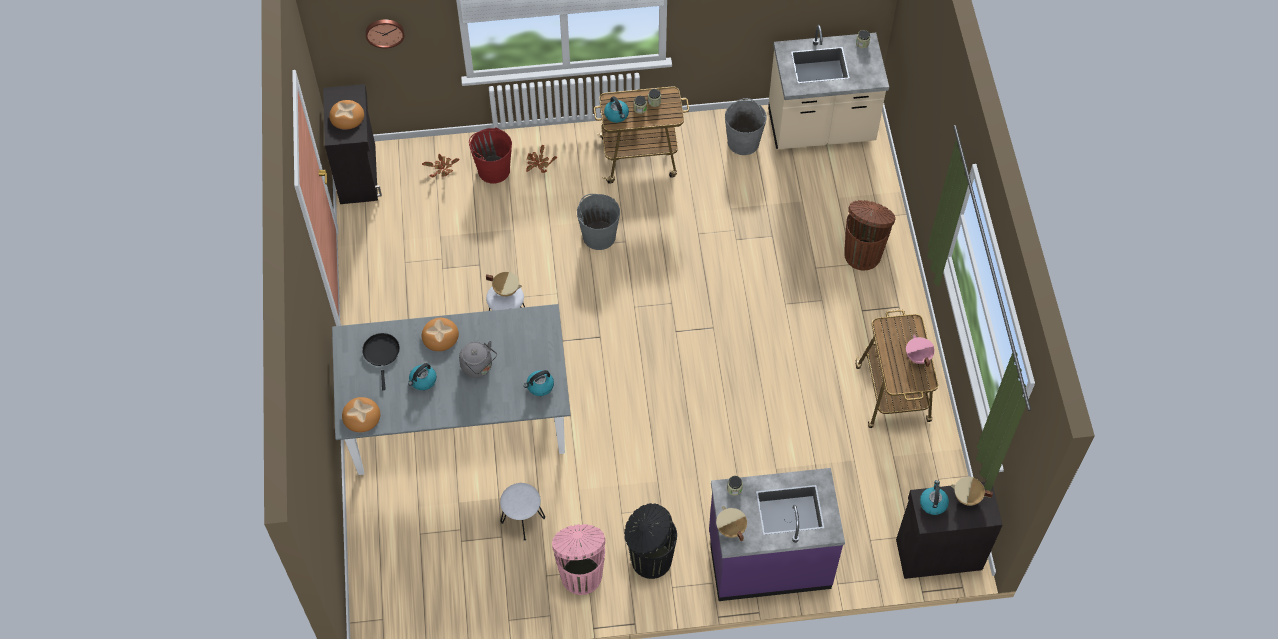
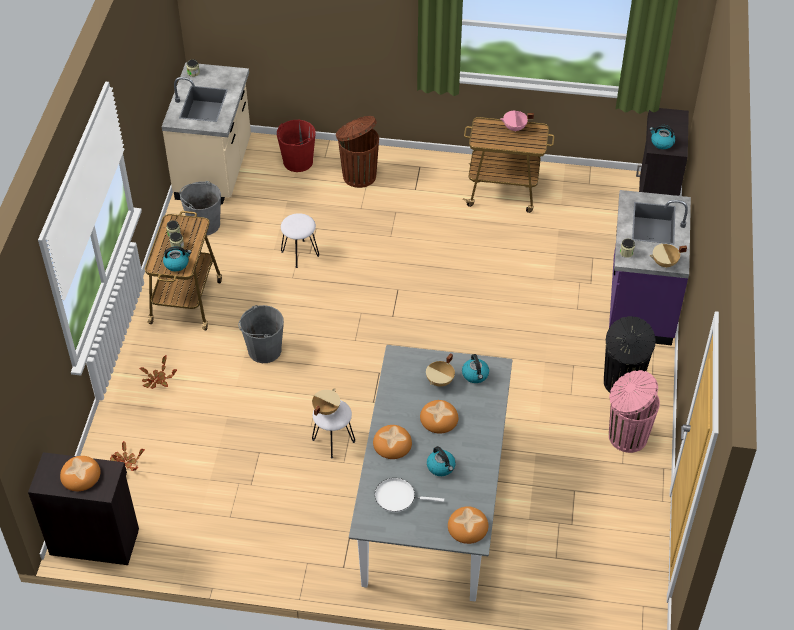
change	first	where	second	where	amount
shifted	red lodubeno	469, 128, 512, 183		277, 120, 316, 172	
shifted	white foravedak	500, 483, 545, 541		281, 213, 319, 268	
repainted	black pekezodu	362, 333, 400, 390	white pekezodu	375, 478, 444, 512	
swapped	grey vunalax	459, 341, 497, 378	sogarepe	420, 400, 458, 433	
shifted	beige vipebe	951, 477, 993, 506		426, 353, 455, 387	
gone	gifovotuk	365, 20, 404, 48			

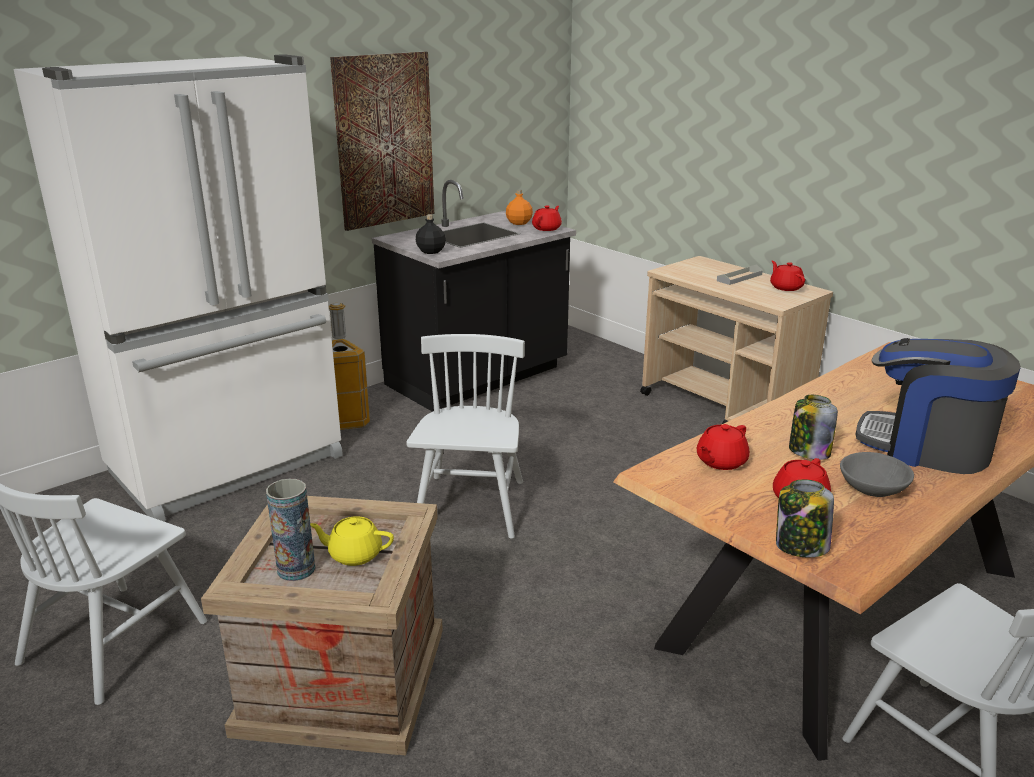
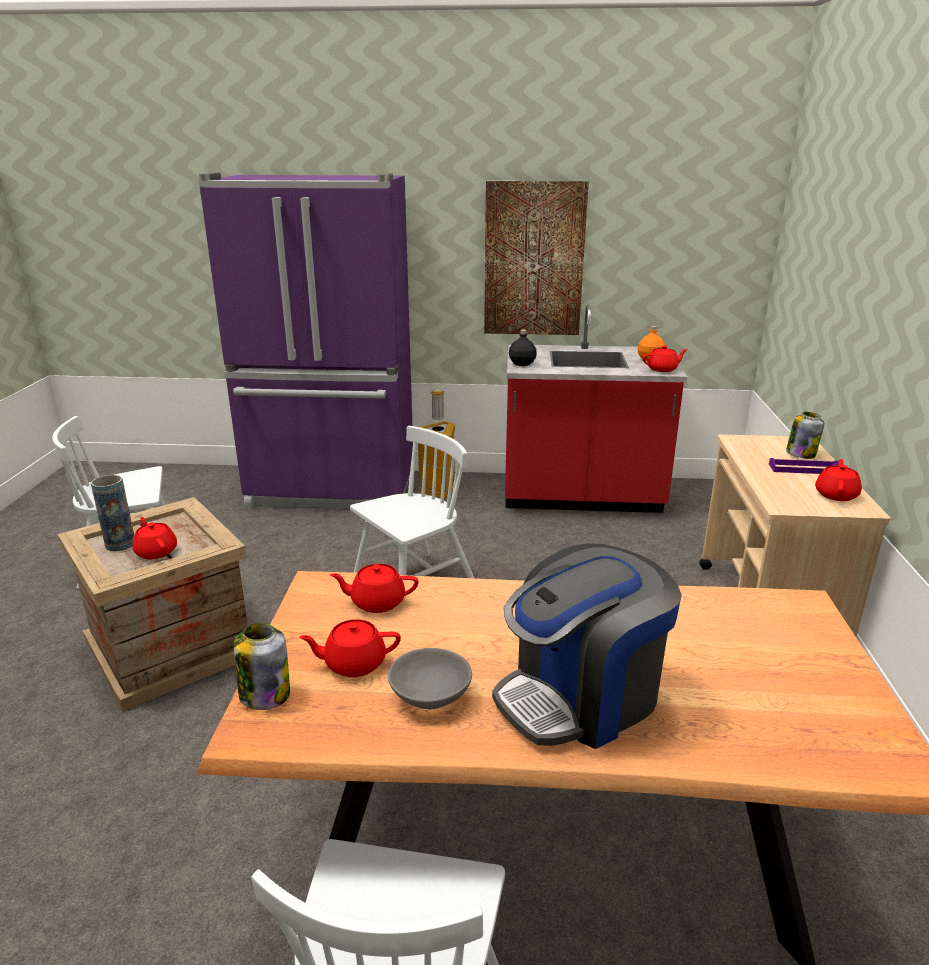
change	first	where	second	where	amount
repainted	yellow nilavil	310, 516, 394, 566	red nilavil	132, 517, 177, 559	
repainted	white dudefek	14, 55, 343, 522	purple dudefek	198, 172, 413, 508	
rotated	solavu	855, 338, 1021, 474		492, 543, 682, 749	105 degrees counterclockwise
repainted	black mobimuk	372, 180, 576, 412	red mobimuk	505, 305, 687, 513	
repainted	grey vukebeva	717, 264, 763, 285	purple vukebeva	769, 458, 839, 474	
shifted	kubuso	789, 395, 838, 460		786, 412, 824, 459	

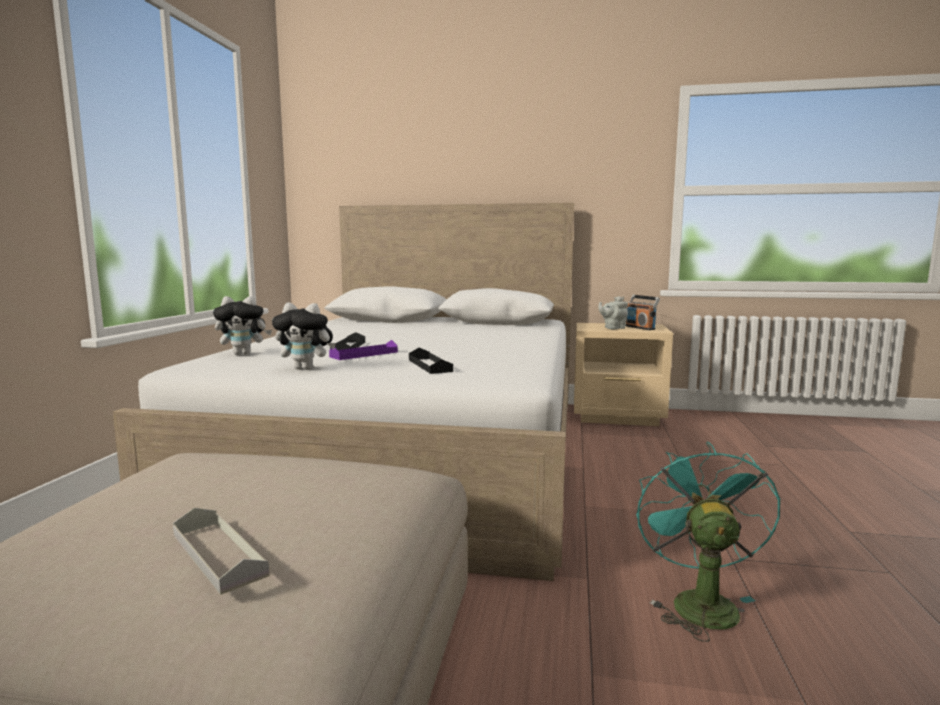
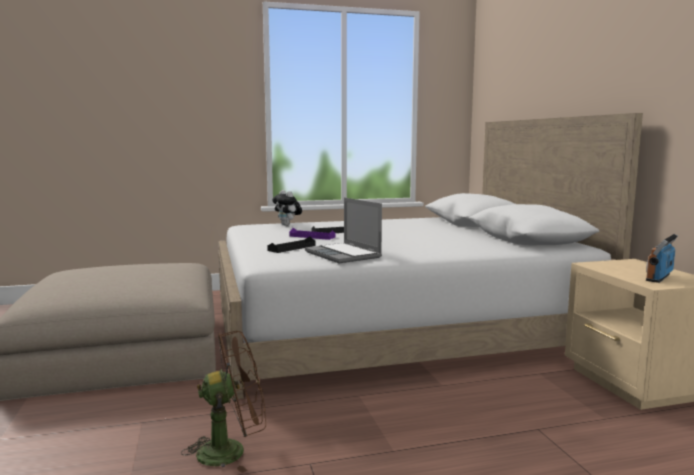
change	first	where	second	where	amount
repainted	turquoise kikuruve	636, 442, 780, 642	brown kikuruve	181, 331, 266, 473	
new			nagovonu	305, 198, 382, 263	
gone	grey vukebeva	173, 508, 270, 595			
gone	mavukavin	272, 303, 336, 370			
gone	grey nilavil	598, 296, 628, 329			

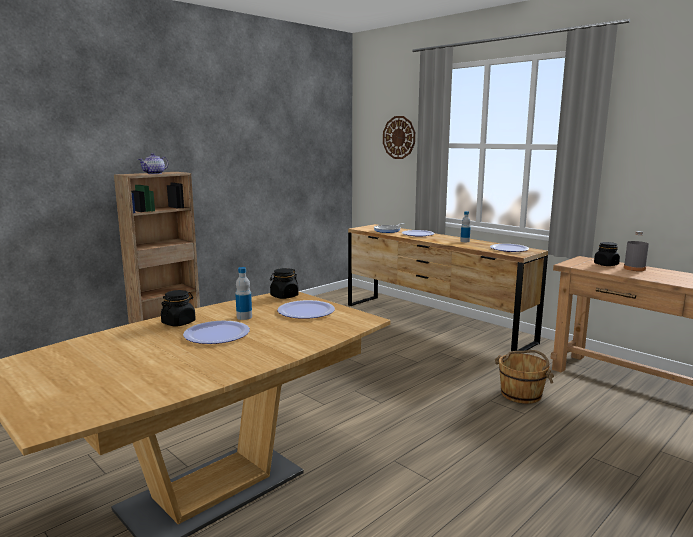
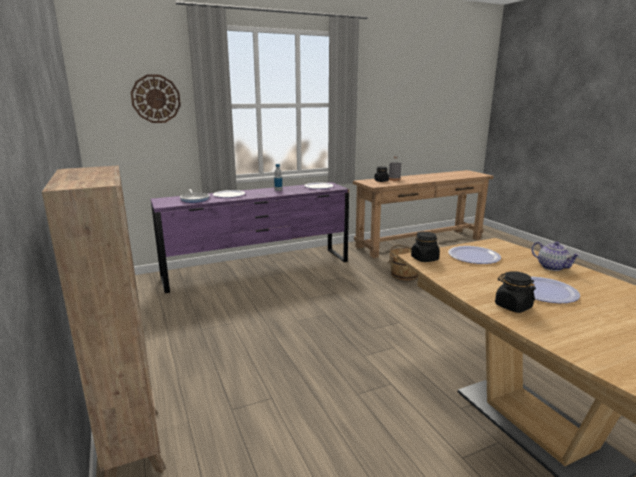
change	first	where	second	where	amount
repainted	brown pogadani	348, 224, 548, 354	purple pogadani	151, 182, 349, 293	
shifted	nilavil	138, 153, 168, 174		531, 241, 581, 271	
gone	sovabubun	235, 267, 252, 320			

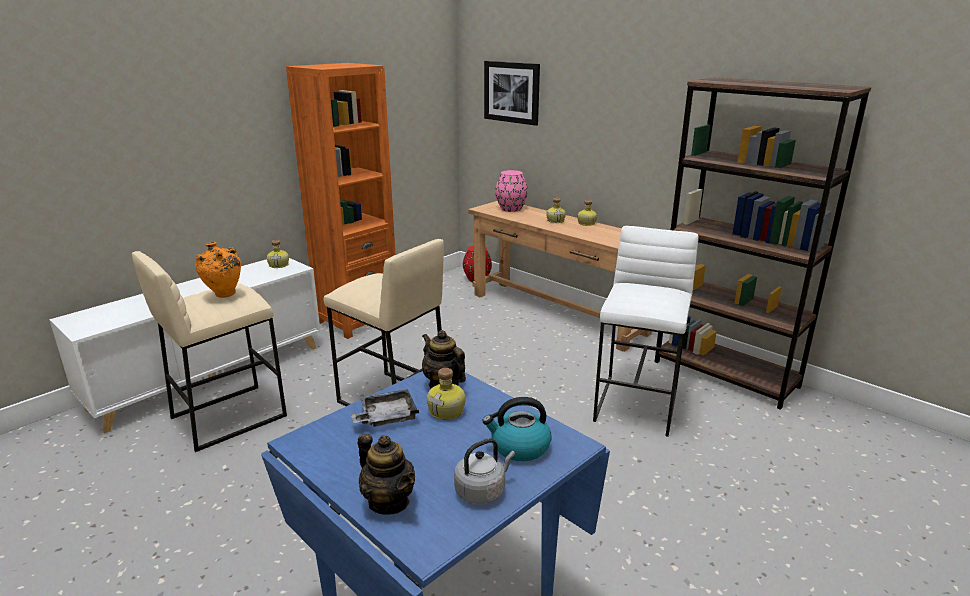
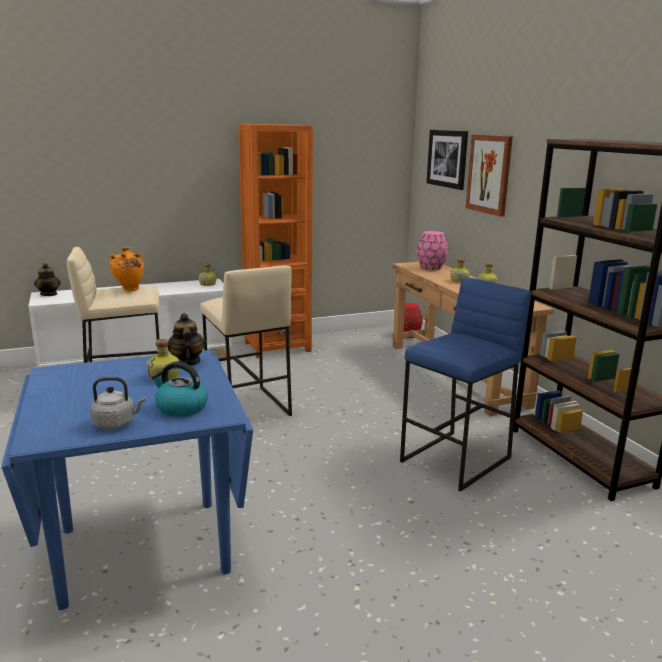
change	first	where	second	where	amount
shifted	nilavil	358, 433, 415, 515		34, 263, 61, 296	
repainted	white foravedak	593, 226, 699, 437	blue foravedak	400, 277, 531, 491	
new			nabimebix	466, 135, 513, 217	
gone	grey vukebeva	351, 389, 419, 427			

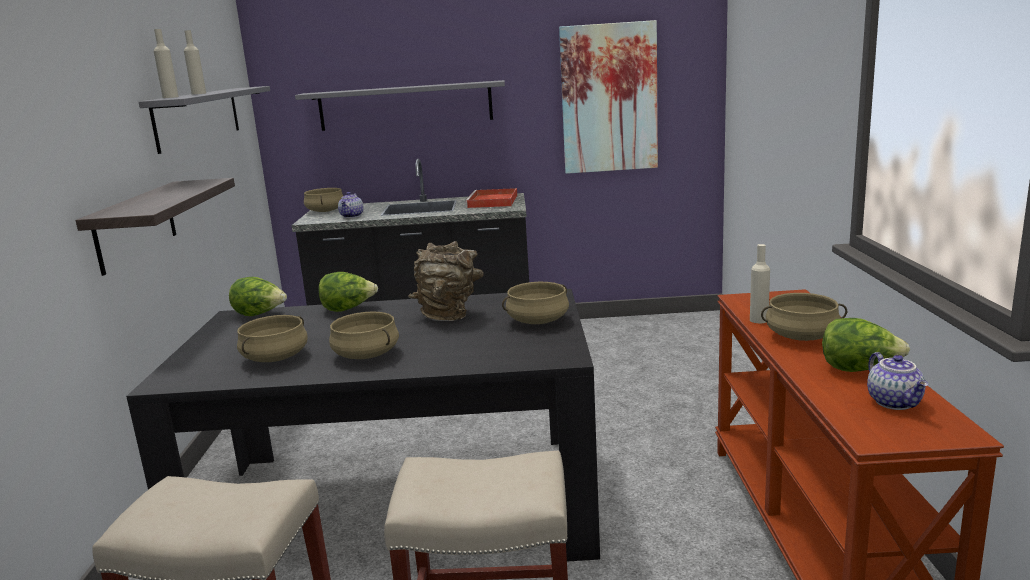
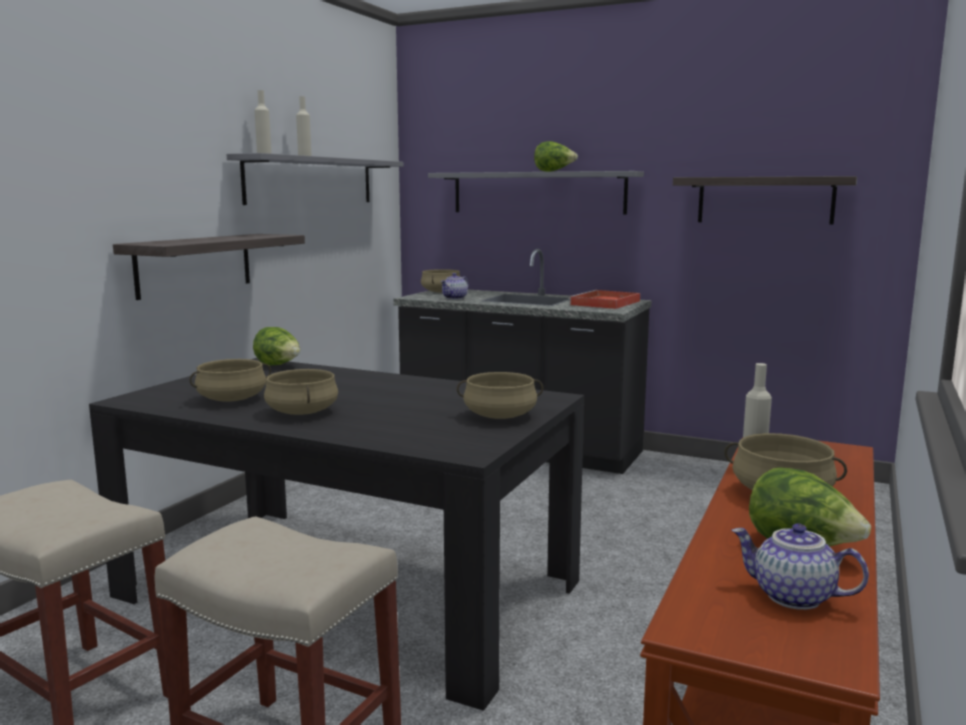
change	first	where	second	where	amount
shifted	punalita	319, 272, 378, 312		534, 141, 578, 172	
swapped	nabimebix	559, 20, 658, 174	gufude	673, 176, 857, 225	
rotated	nilavil	867, 352, 928, 410		731, 523, 869, 610	105 degrees clockwise
gone	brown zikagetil	409, 241, 484, 321			

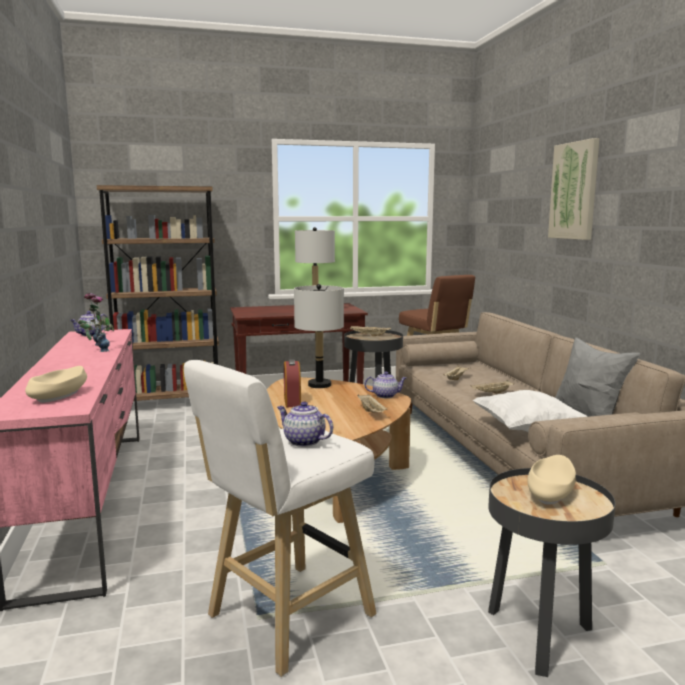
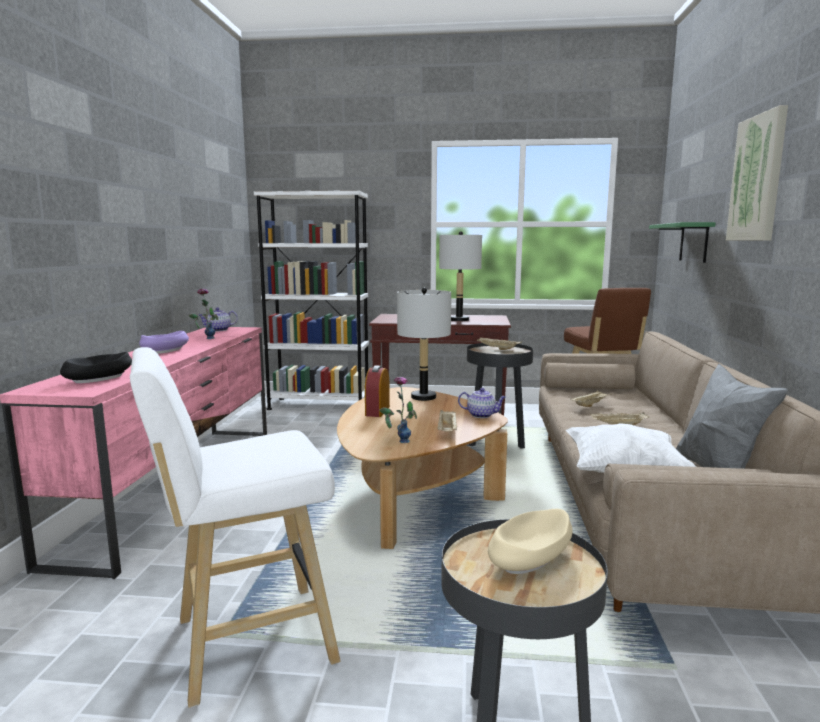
change	first	where	second	where	amount
repainted	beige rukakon	25, 366, 87, 403	black rukakon	60, 352, 132, 383	
new			purple rukakon	139, 331, 189, 354	
repainted	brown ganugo	97, 185, 219, 401	white ganugo	254, 190, 369, 410	
shifted	zikagetil	80, 297, 114, 352		379, 377, 417, 443	
new			green gufude	649, 222, 716, 263	
gone	nilavil	277, 402, 333, 447			

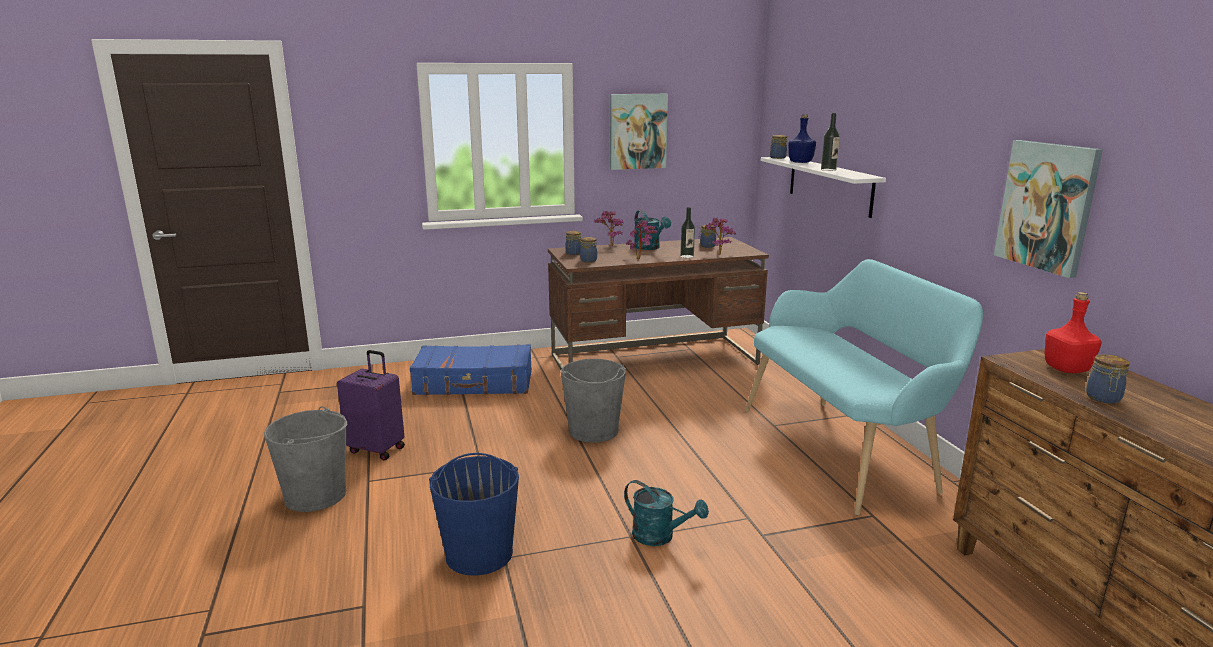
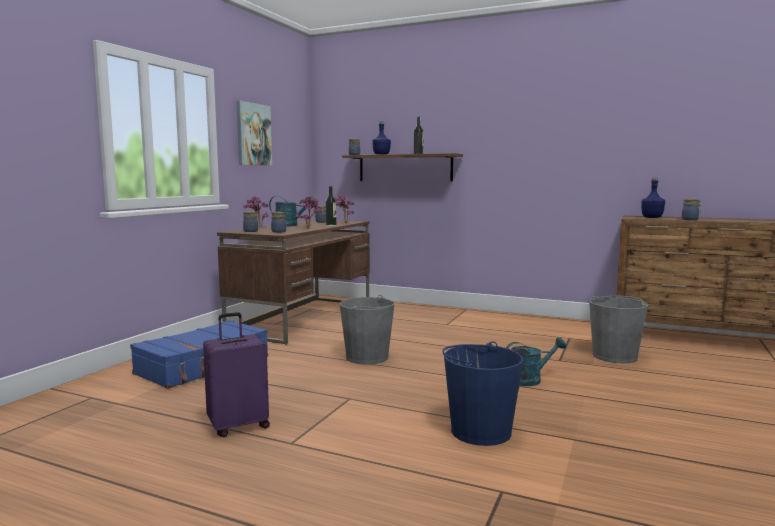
change	first	where	second	where	amount
repainted	white gufude	761, 156, 886, 218	brown gufude	342, 153, 463, 181	
shifted	grey lodubeno	264, 406, 347, 512		589, 295, 648, 363	
repainted	red sovabubun	1045, 292, 1102, 373	blue sovabubun	641, 177, 665, 218	
gone	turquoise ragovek	745, 259, 983, 516			
gone	nabimebix	994, 140, 1103, 278			

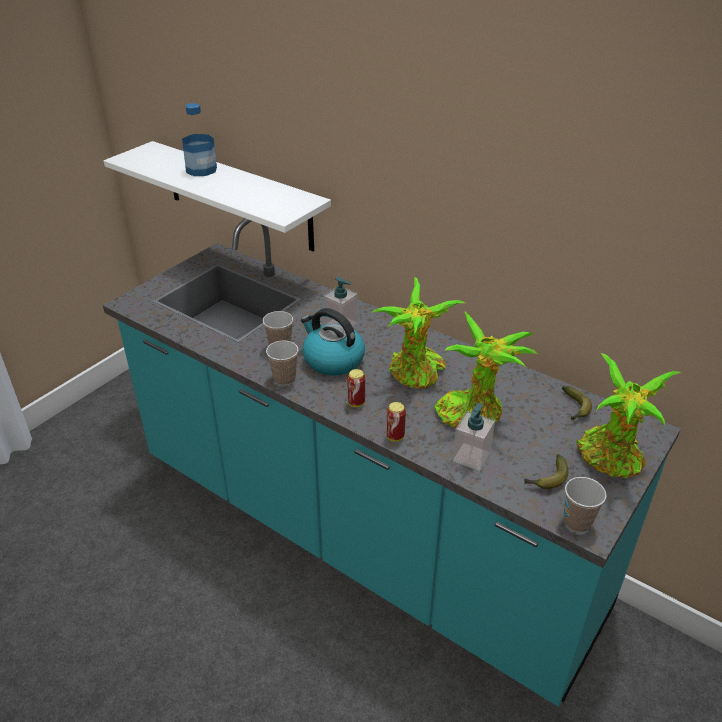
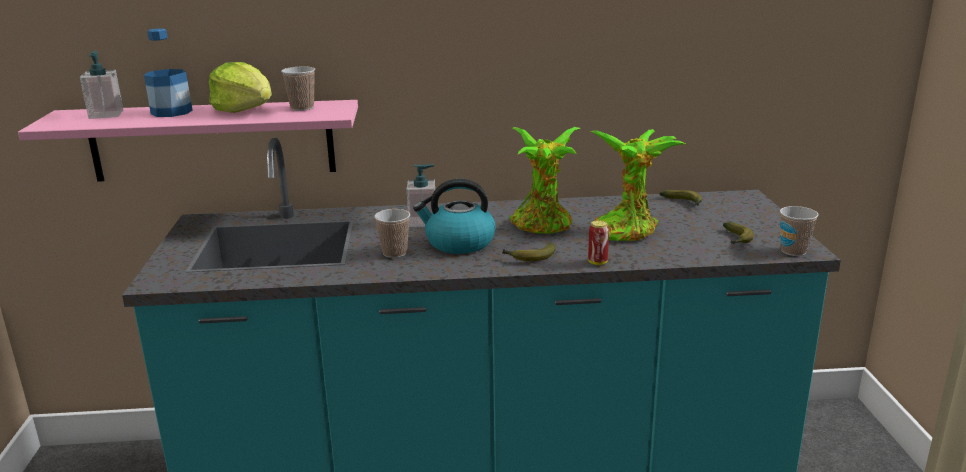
change	first	where	second	where	amount
repainted	white gufude	104, 141, 331, 251	pink gufude	18, 100, 358, 182	
shifted	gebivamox	452, 403, 495, 471		80, 51, 123, 119	
new			punalita	209, 62, 272, 113	
shifted	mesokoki	266, 341, 298, 385		281, 66, 315, 111	
swapped	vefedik	347, 369, 365, 407	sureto	503, 243, 556, 261	
gone	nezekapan	577, 353, 682, 478			

